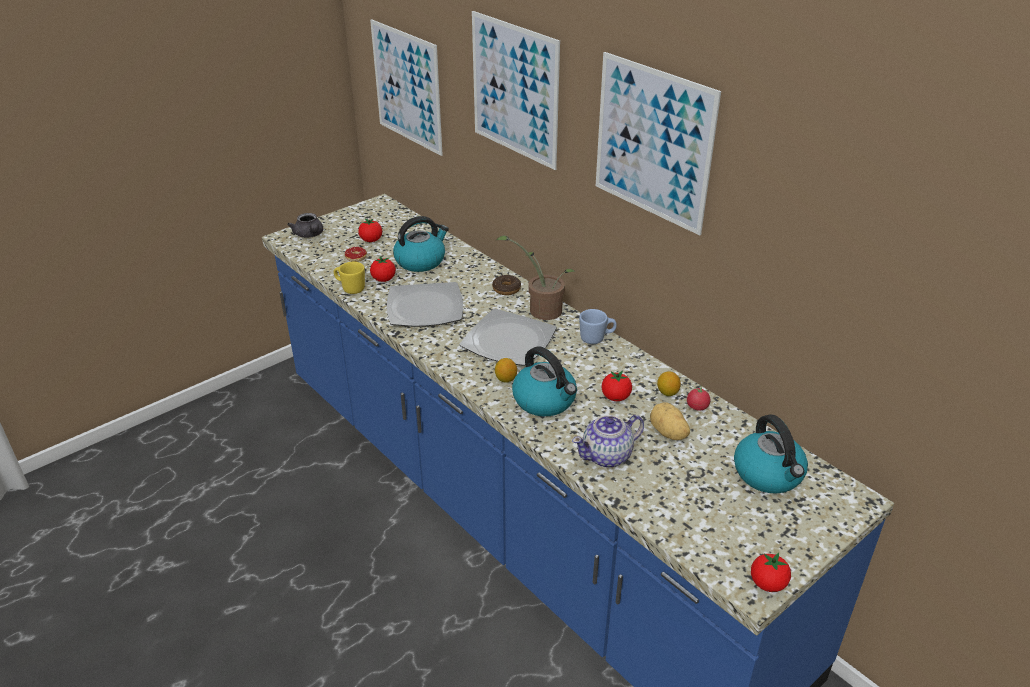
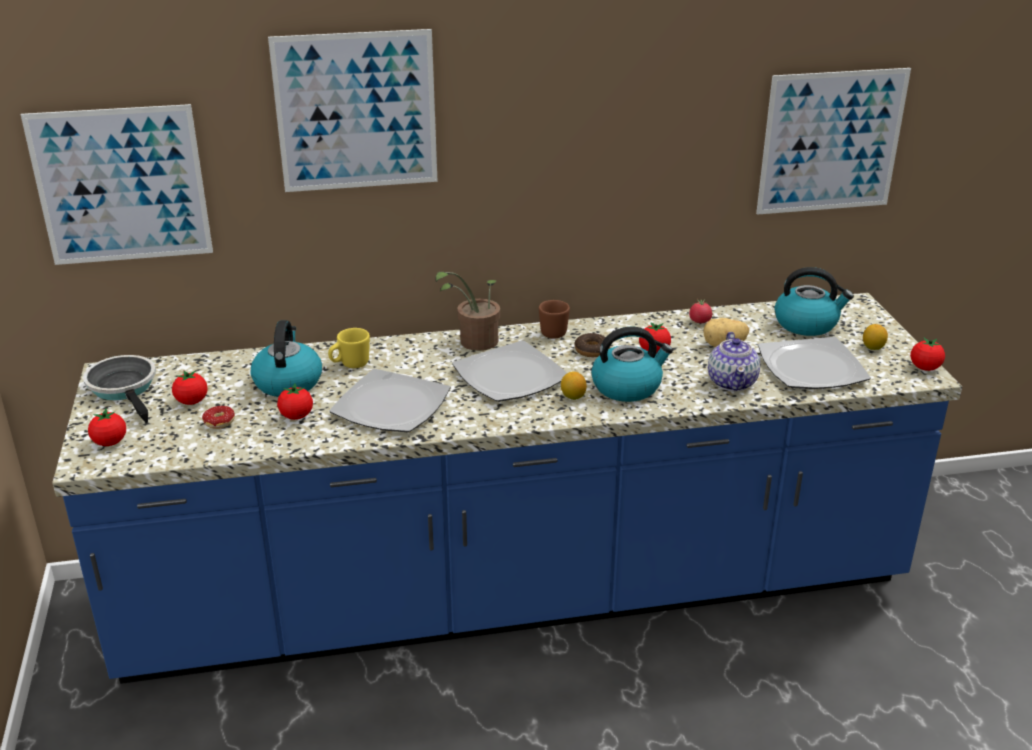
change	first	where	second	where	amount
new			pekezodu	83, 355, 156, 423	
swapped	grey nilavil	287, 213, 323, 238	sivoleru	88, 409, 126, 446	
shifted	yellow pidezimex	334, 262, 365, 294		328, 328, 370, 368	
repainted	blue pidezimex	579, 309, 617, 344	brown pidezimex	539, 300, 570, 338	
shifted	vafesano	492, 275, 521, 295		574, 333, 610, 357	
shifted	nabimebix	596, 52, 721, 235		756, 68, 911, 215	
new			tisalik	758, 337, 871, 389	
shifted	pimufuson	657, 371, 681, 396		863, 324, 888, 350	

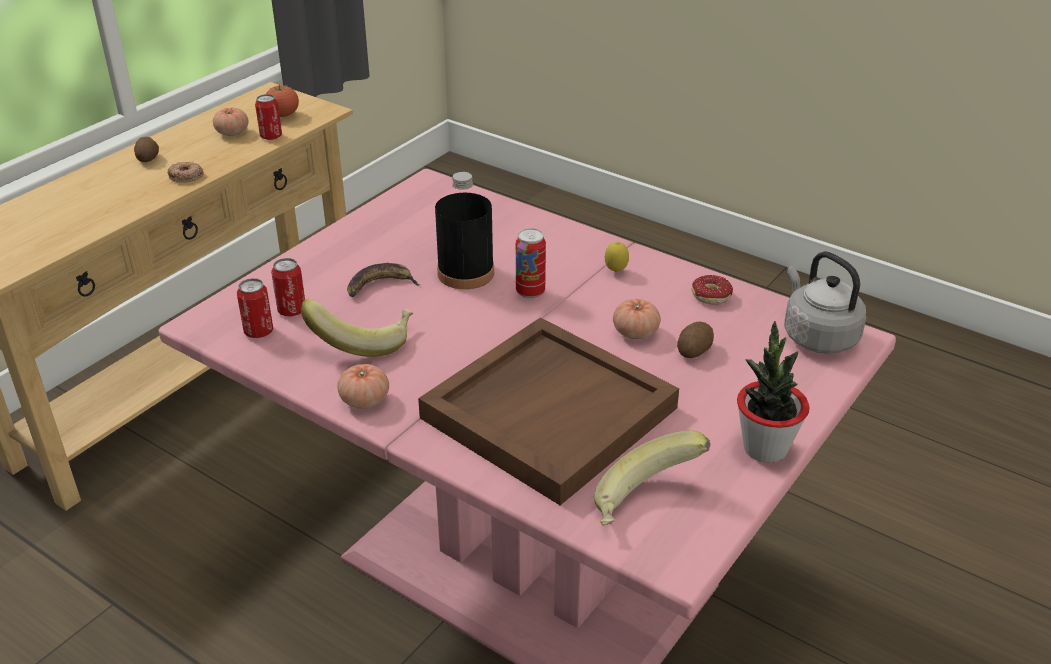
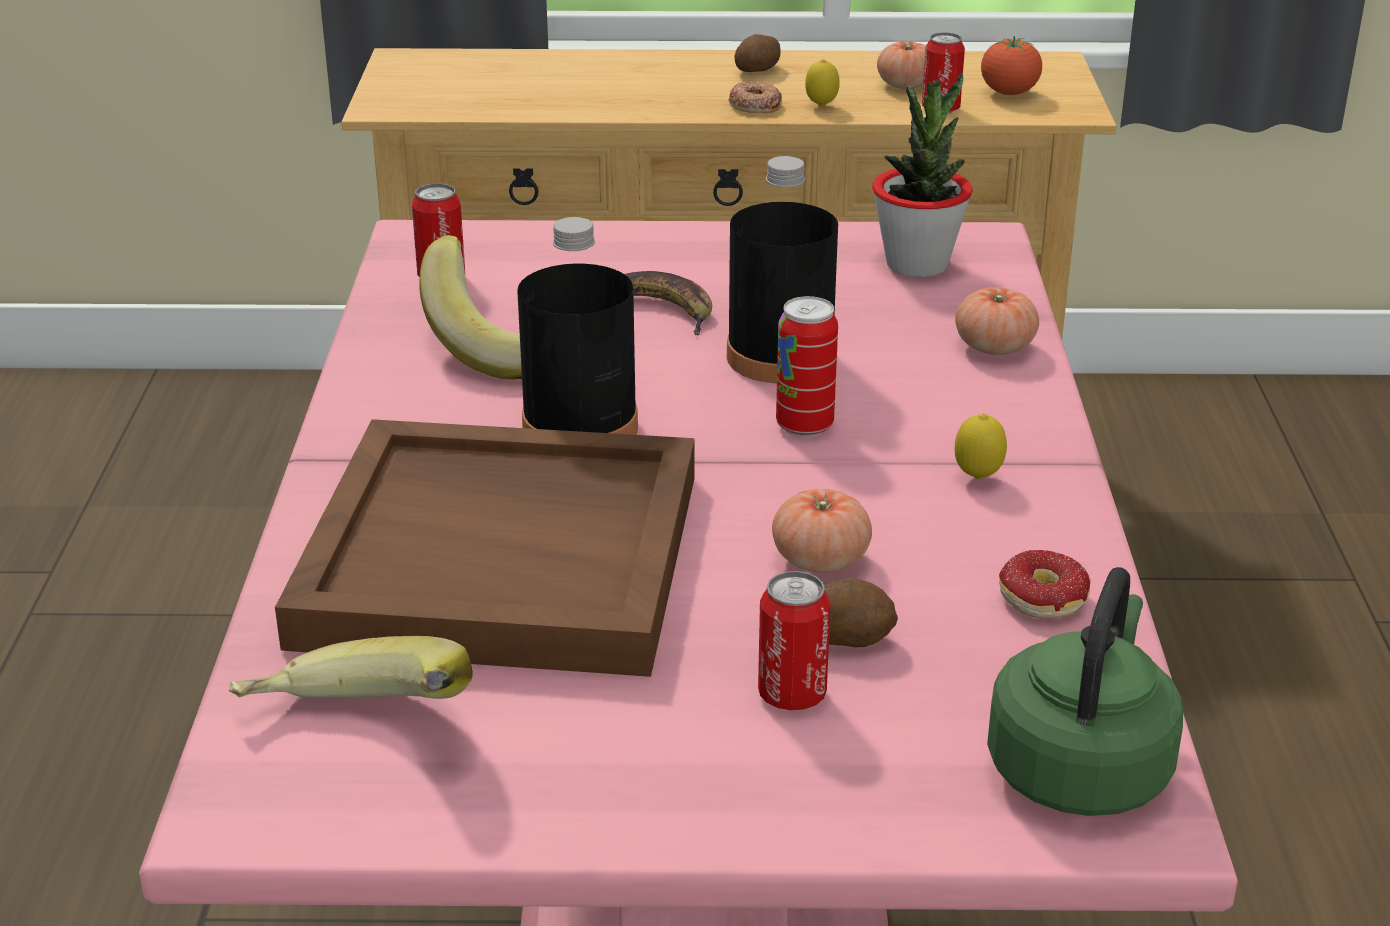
change	first	where	second	where	amount
new			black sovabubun	517, 217, 638, 435	
shifted	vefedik	271, 258, 305, 316		758, 571, 831, 710	
new			pimufuson	805, 59, 840, 107	
shifted	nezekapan	737, 321, 809, 463		872, 73, 973, 277	
shifted	sivoleru	337, 364, 389, 409		955, 288, 1039, 355	
repainted	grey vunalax	785, 251, 866, 354	green vunalax	987, 567, 1183, 816	

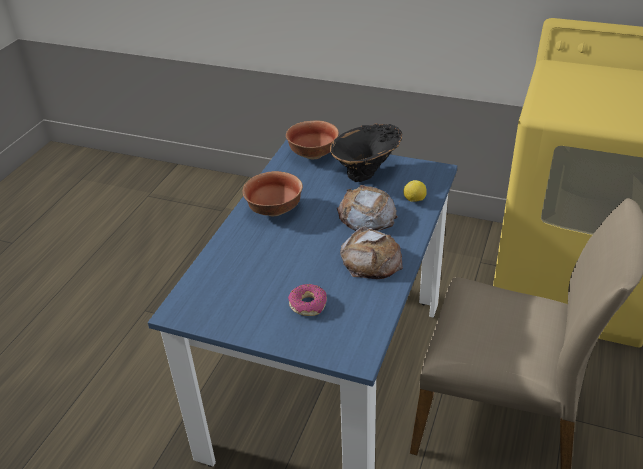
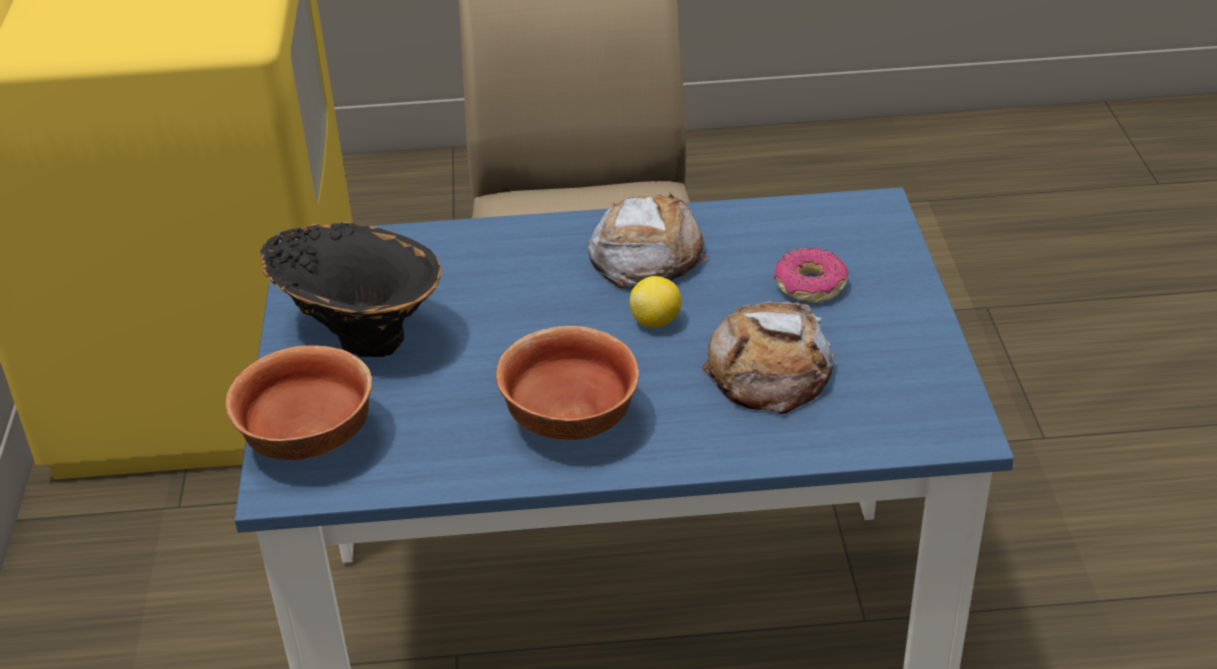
change	first	where	second	where	amount
shifted	pimufuson	403, 180, 427, 202		630, 276, 682, 328	
shifted	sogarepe	337, 185, 398, 231		701, 301, 835, 414	

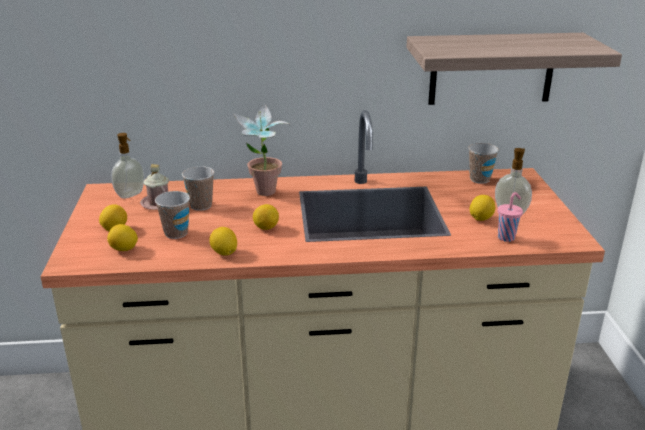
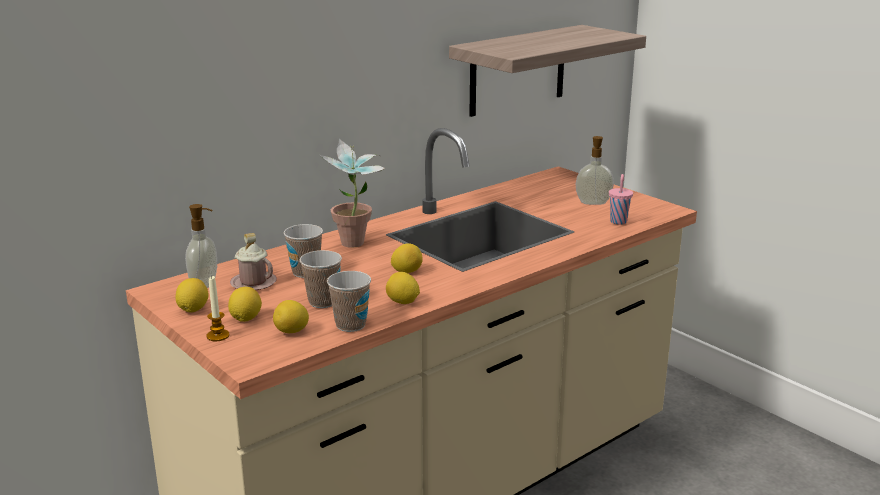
change	first	where	second	where	amount
shifted	pimufuson	469, 195, 495, 221		175, 278, 209, 312	
new			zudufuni	206, 275, 229, 341	
shifted	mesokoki	469, 143, 499, 184		327, 271, 371, 332	

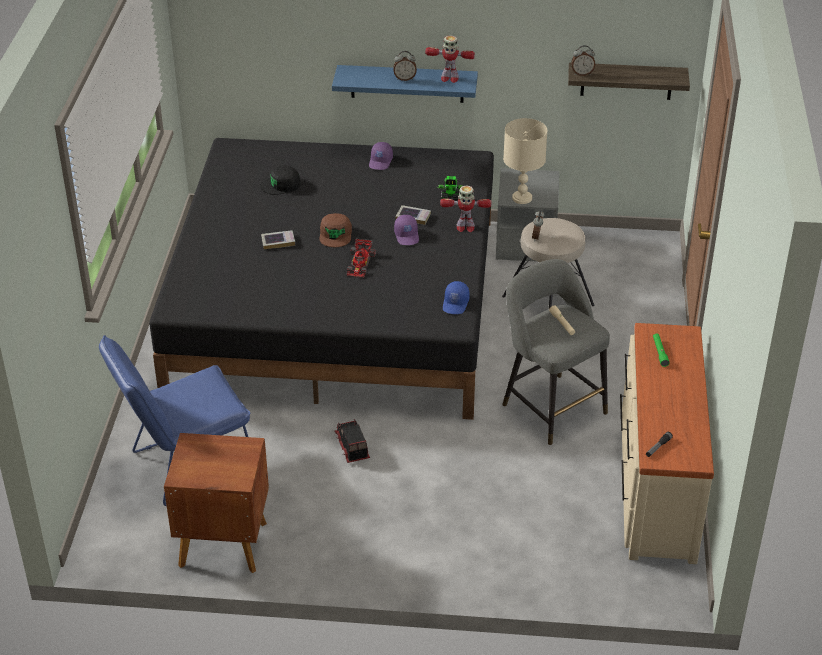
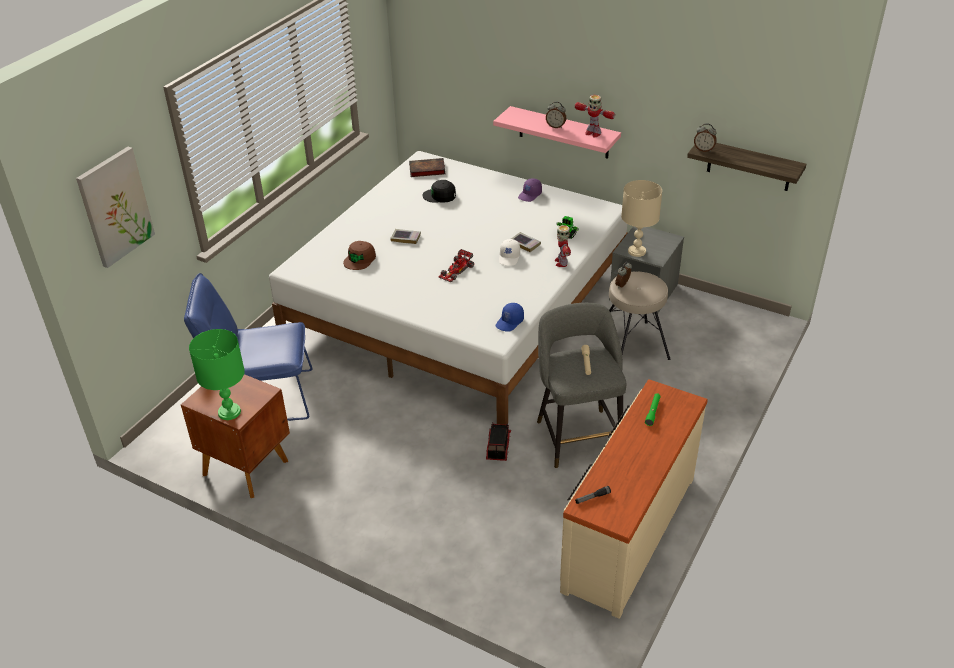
change	first	where	second	where	amount
new			nabimebix	76, 147, 155, 268	
new			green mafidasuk	189, 329, 245, 420	
repainted	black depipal	149, 138, 494, 420	white depipal	269, 151, 628, 425	
shifted	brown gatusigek	319, 213, 352, 247		343, 241, 376, 270	
new			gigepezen	409, 158, 445, 177	
shifted	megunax	335, 419, 370, 463		486, 423, 512, 461	
repainted	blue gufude	332, 65, 478, 103	pink gufude	493, 106, 621, 159	
repainted	purple gatusigek	394, 215, 419, 245	white gatusigek	499, 239, 520, 266	
rotated	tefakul	440, 185, 491, 232		554, 225, 571, 267	60 degrees clockwise

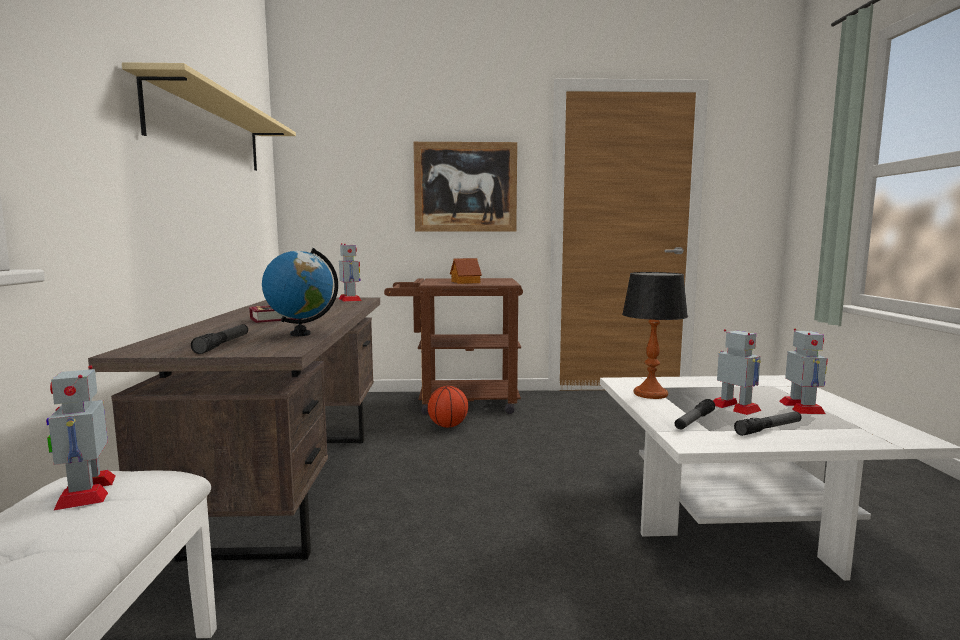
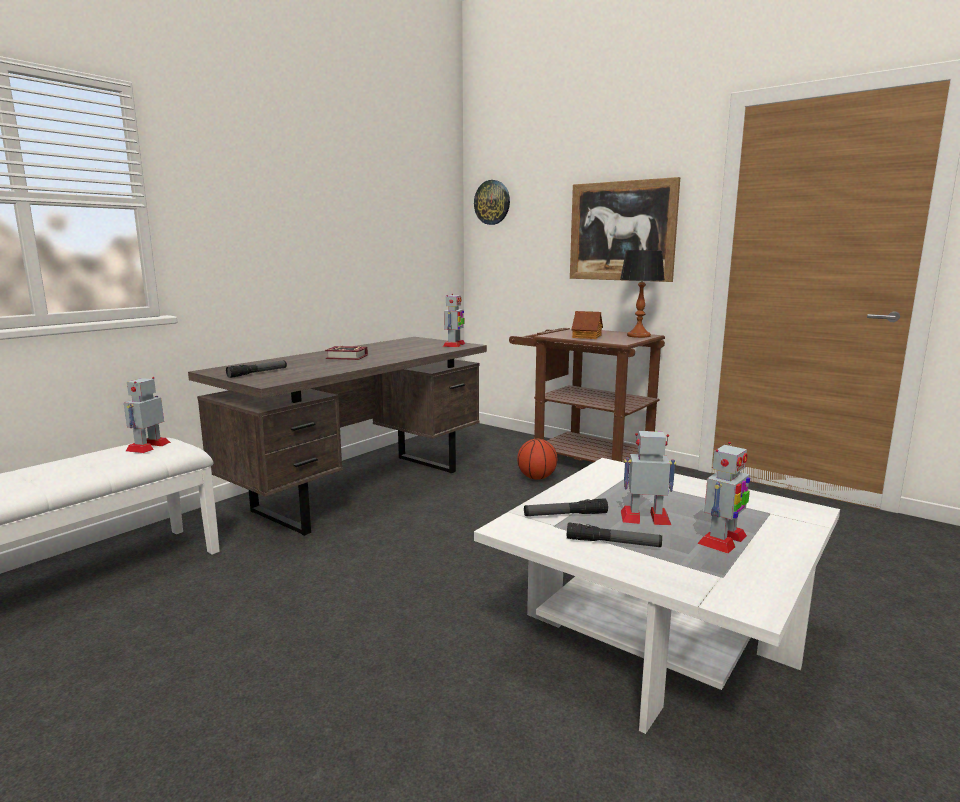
change	first	where	second	where	amount
new			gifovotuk	474, 180, 510, 225	
shifted	mafidasuk	622, 272, 688, 399		620, 250, 665, 338	
rotated	tefakul	713, 329, 761, 415		621, 431, 676, 525	90 degrees counterclockwise
gone	beige gufude	122, 62, 296, 171			
gone	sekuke	262, 248, 338, 336			

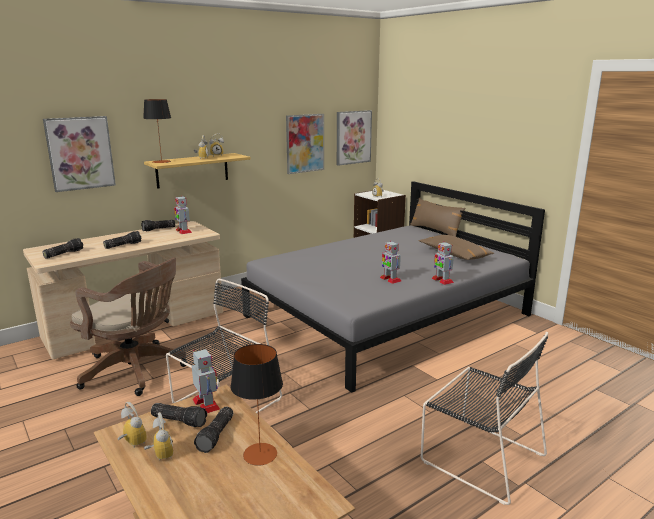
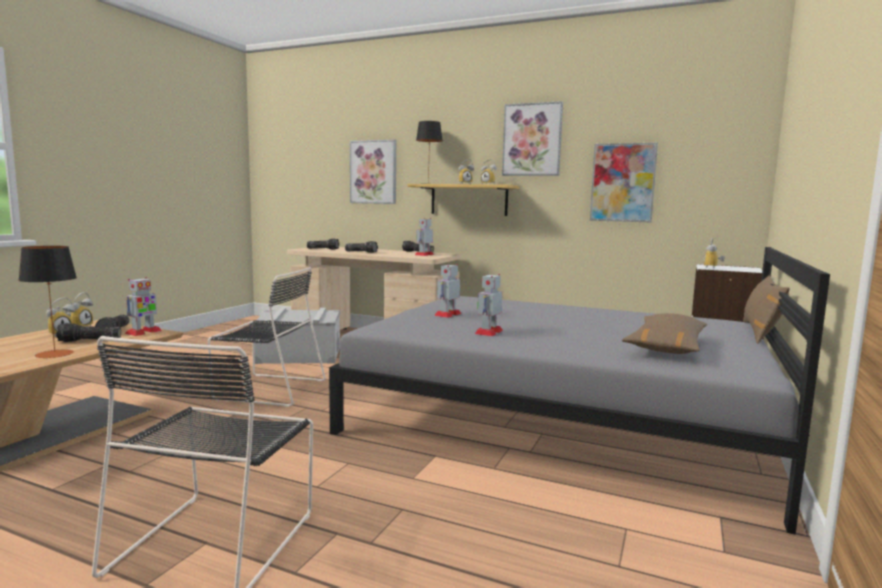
change	first	where	second	where	amount
swapped	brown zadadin	70, 257, 187, 396	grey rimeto	254, 308, 340, 364	
shifted	tefakul	432, 241, 454, 285		434, 264, 461, 318	
shifted	nabimebix	337, 110, 372, 166		502, 101, 563, 176	

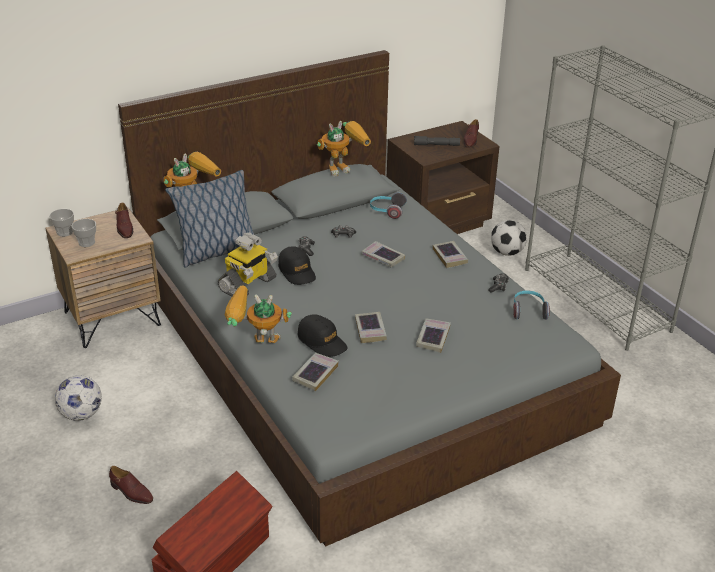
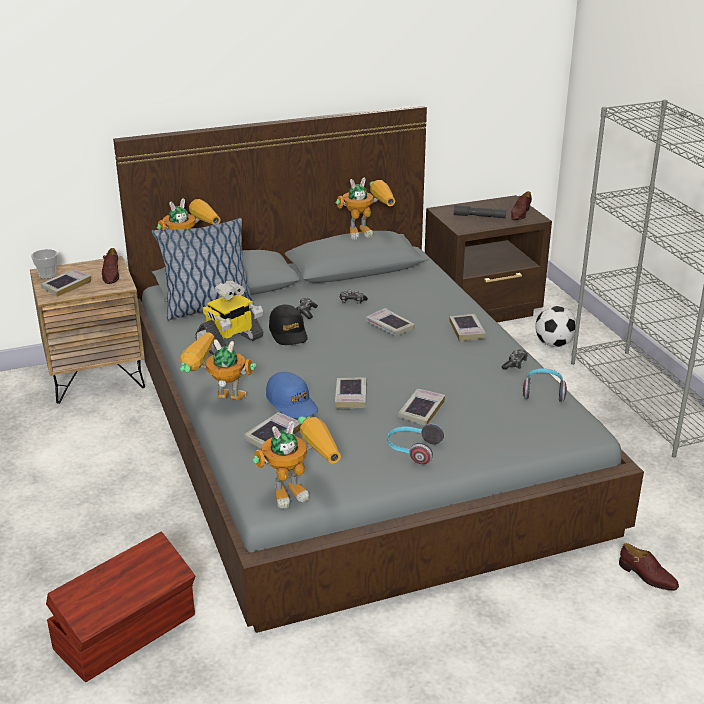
change	first	where	second	where	amount
swapped	mesokoki	71, 219, 96, 247	gigepezen	41, 269, 91, 297	
new			tefakul	253, 416, 341, 509	
repainted	black gatusigek	298, 314, 348, 357	blue gatusigek	266, 372, 318, 419	
shifted	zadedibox	370, 192, 407, 219		388, 424, 444, 465	
shifted	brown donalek	109, 466, 153, 504		619, 543, 679, 591	
gone	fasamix	55, 375, 102, 421			

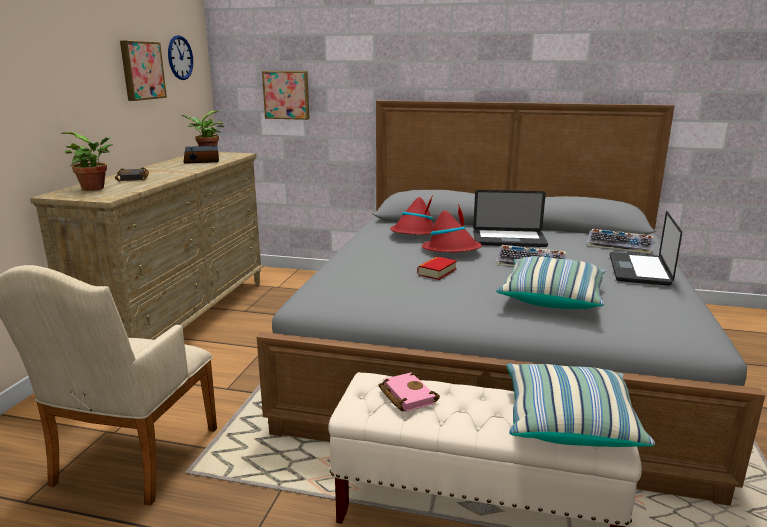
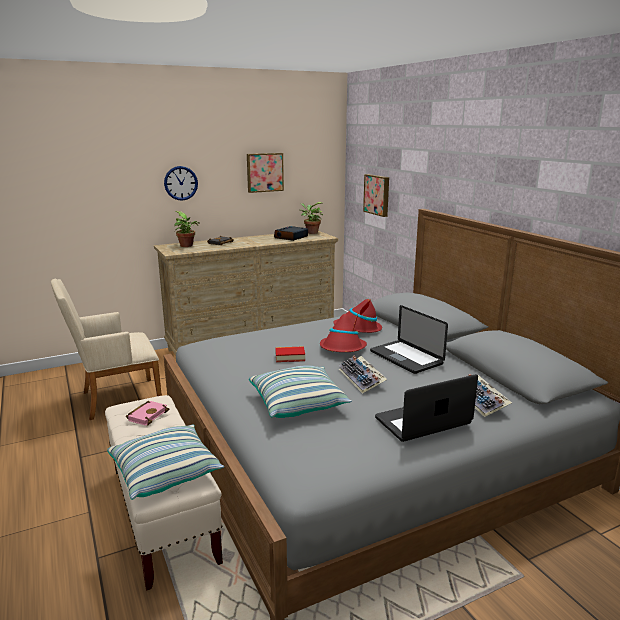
change	first	where	second	where	amount
shifted	gifovotuk	168, 35, 193, 80		164, 166, 198, 201	

